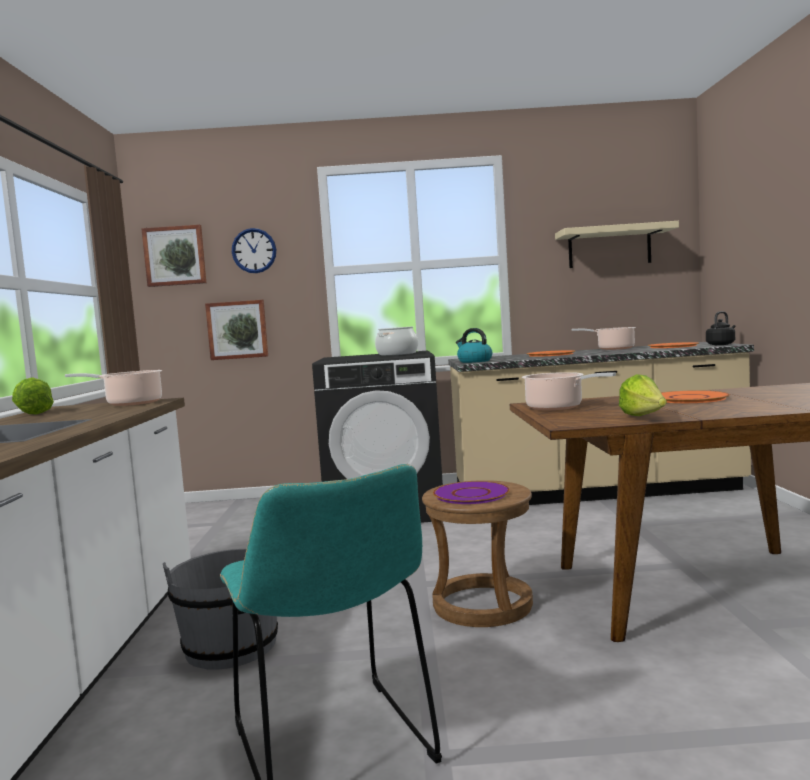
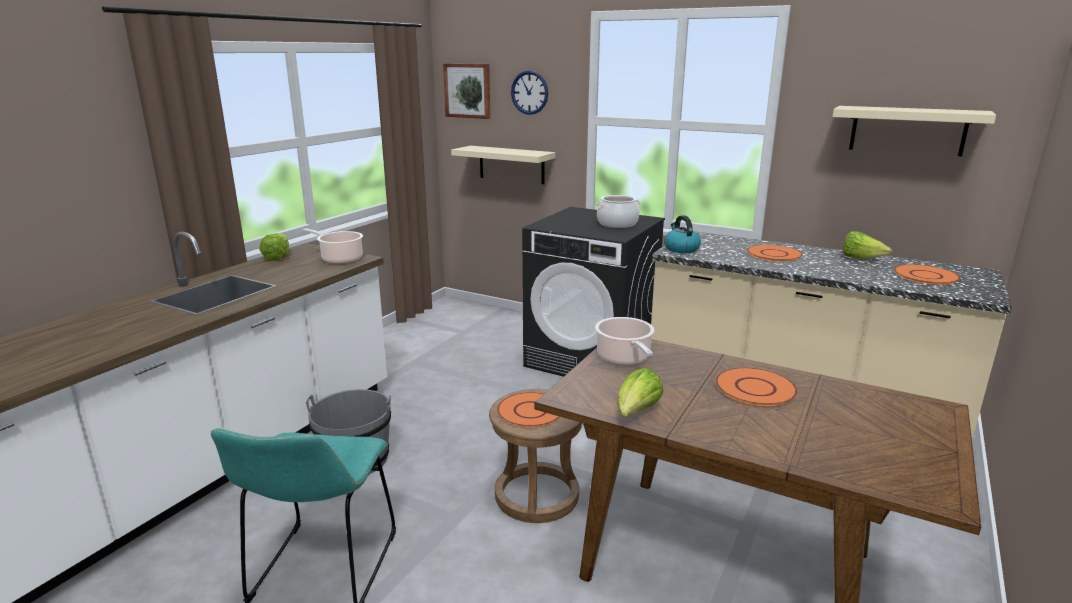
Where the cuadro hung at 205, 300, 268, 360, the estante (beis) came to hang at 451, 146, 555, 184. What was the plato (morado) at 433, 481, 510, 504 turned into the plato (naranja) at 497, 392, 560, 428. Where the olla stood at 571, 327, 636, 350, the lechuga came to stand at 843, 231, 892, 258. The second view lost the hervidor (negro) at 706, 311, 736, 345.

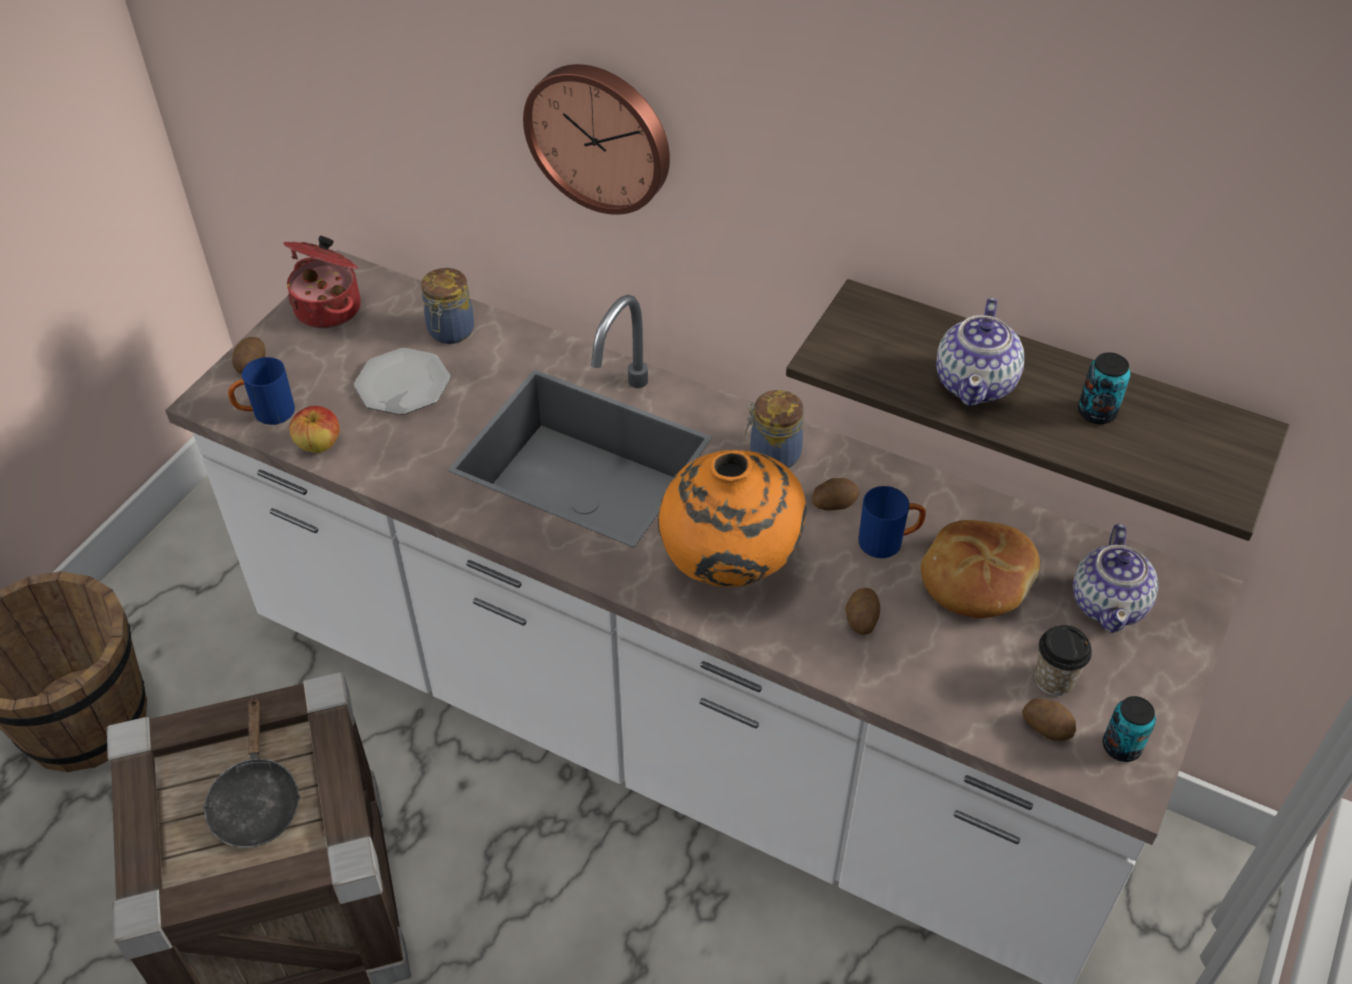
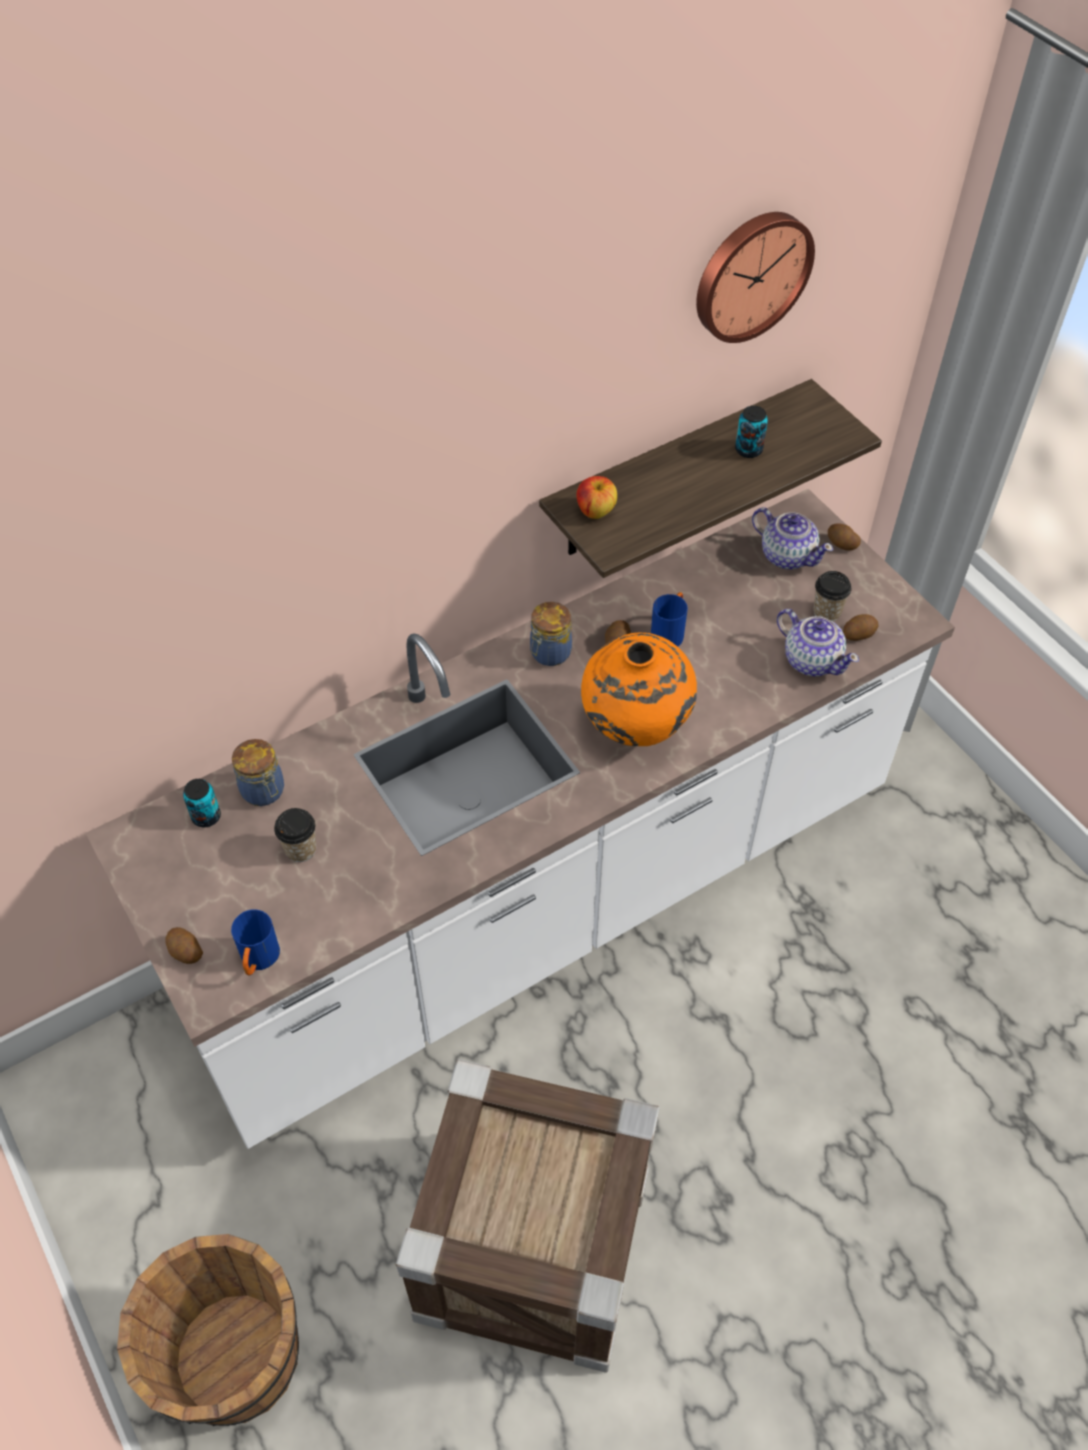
The second view lost the sartén (negro) at 202, 696, 301, 848. The second view lost the olla at 284, 236, 361, 329. The manzana ended up elsewhere, having gone from 290, 406, 340, 453 to 577, 476, 617, 519. Where the plato stood at 354, 348, 450, 415, the taza came to stand at 274, 808, 316, 862. The reloj de pared ended up elsewhere, having gone from 523, 64, 670, 215 to 696, 212, 815, 343. The patata ended up elsewhere, having gone from 845, 588, 880, 635 to 828, 523, 861, 551. The second view lost the pan at 921, 520, 1040, 618. The tetera ended up elsewhere, having gone from 936, 298, 1024, 406 to 777, 609, 859, 677. The lata ended up elsewhere, having gone from 1103, 696, 1156, 762 to 183, 779, 221, 828.

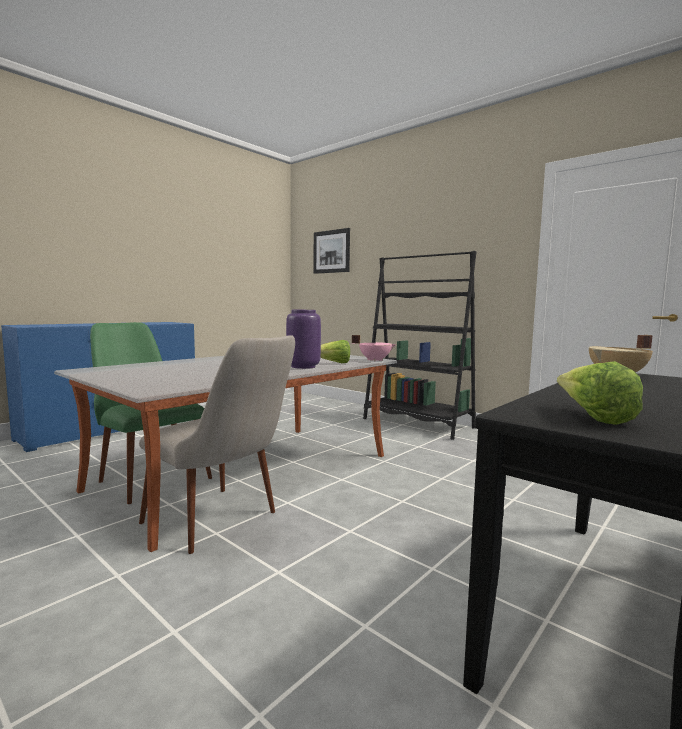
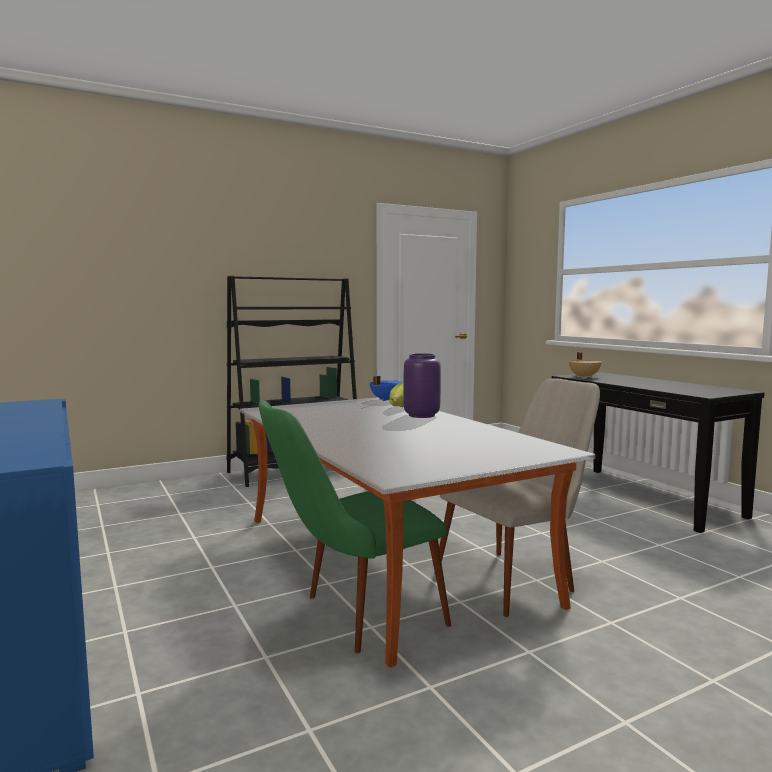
The second view lost the cuadro at 313, 228, 350, 274. What was the olla (rosa) at 352, 335, 397, 361 turned into the olla (azul) at 370, 376, 402, 401. The second view lost the lechuga at 557, 361, 643, 425.

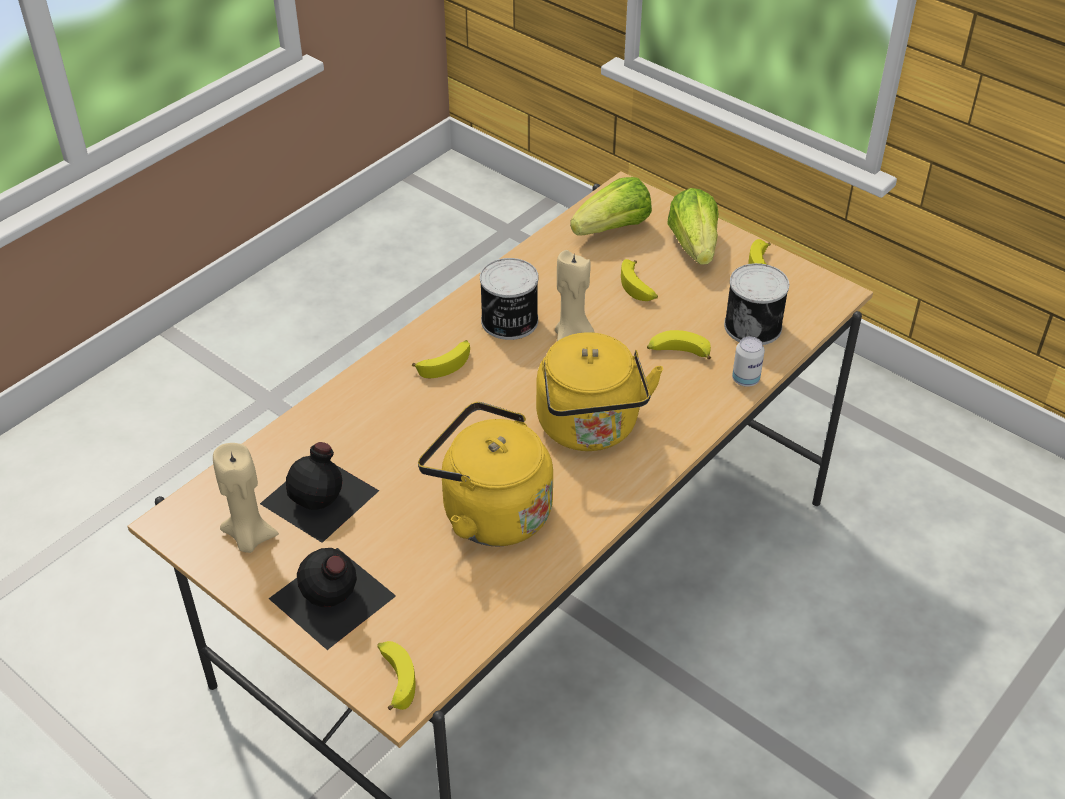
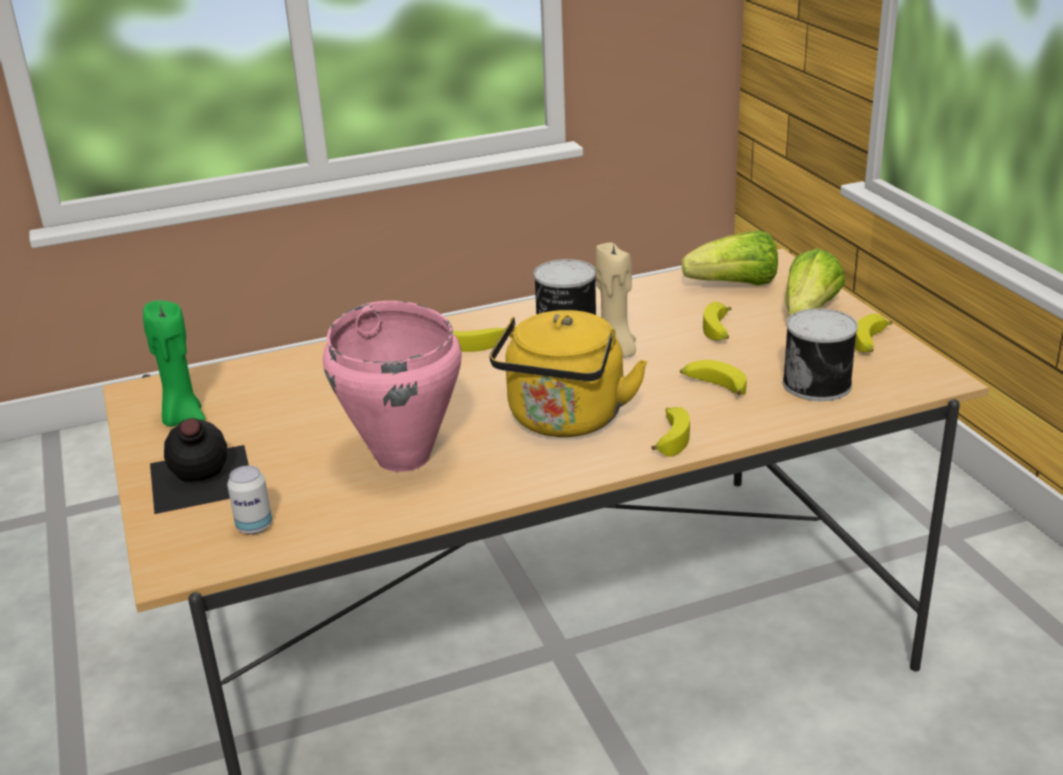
What was the vela (beis) at 213, 443, 279, 553 turned into the vela (verde) at 143, 301, 205, 427. The second view lost the botella (negro) at 260, 442, 379, 543. The plátano ended up elsewhere, having gone from 377, 641, 416, 711 to 651, 407, 690, 457. Where the hervidor (amarillo) stood at 418, 402, 553, 547, the olla (rosa) came to stand at 323, 301, 462, 472. The lata ended up elsewhere, having gone from 732, 336, 765, 387 to 227, 466, 272, 534.

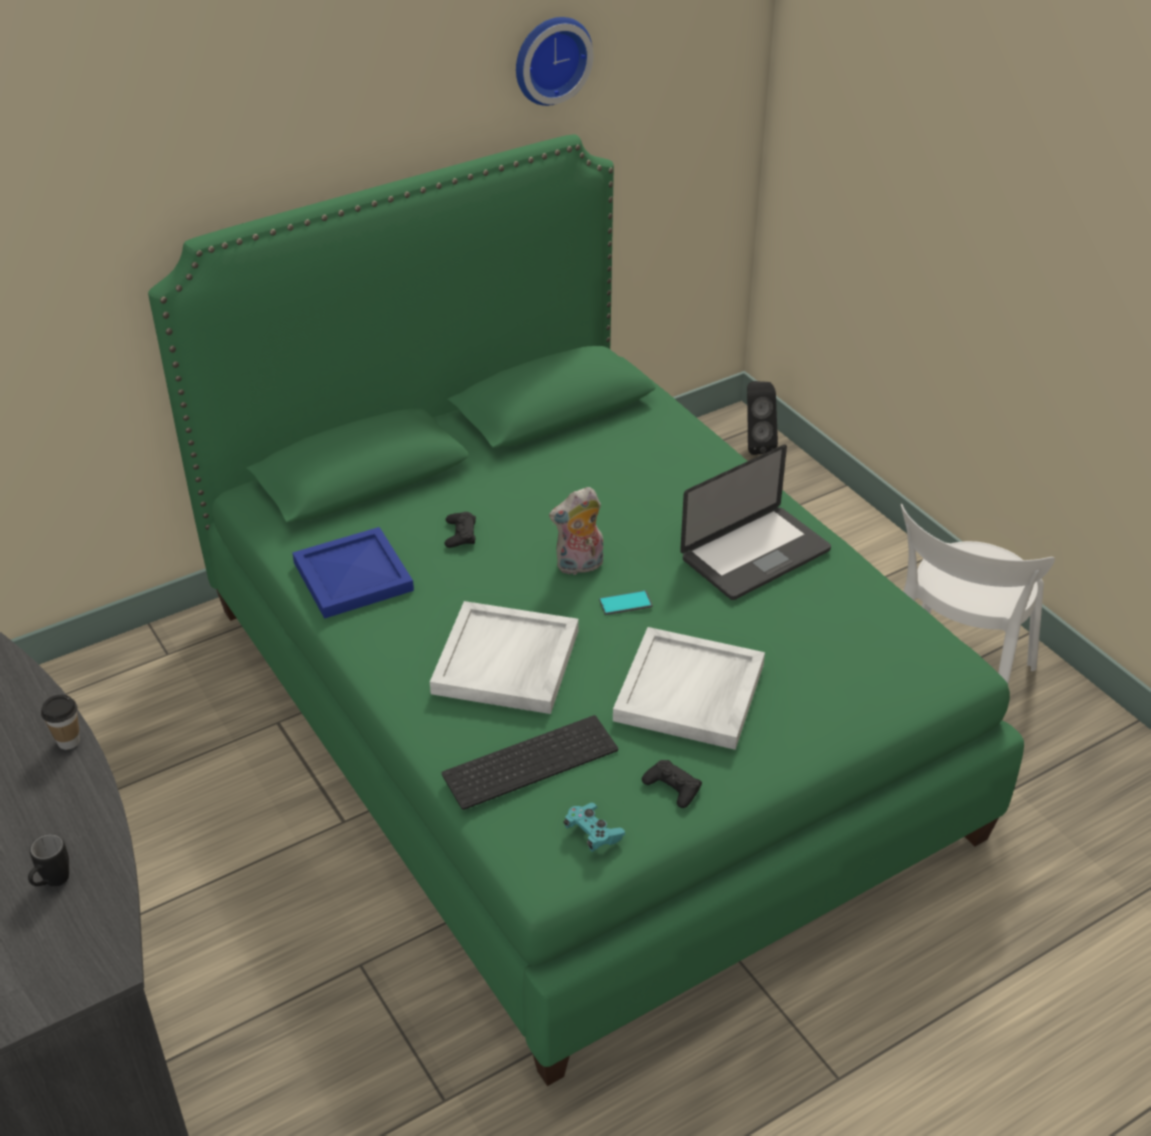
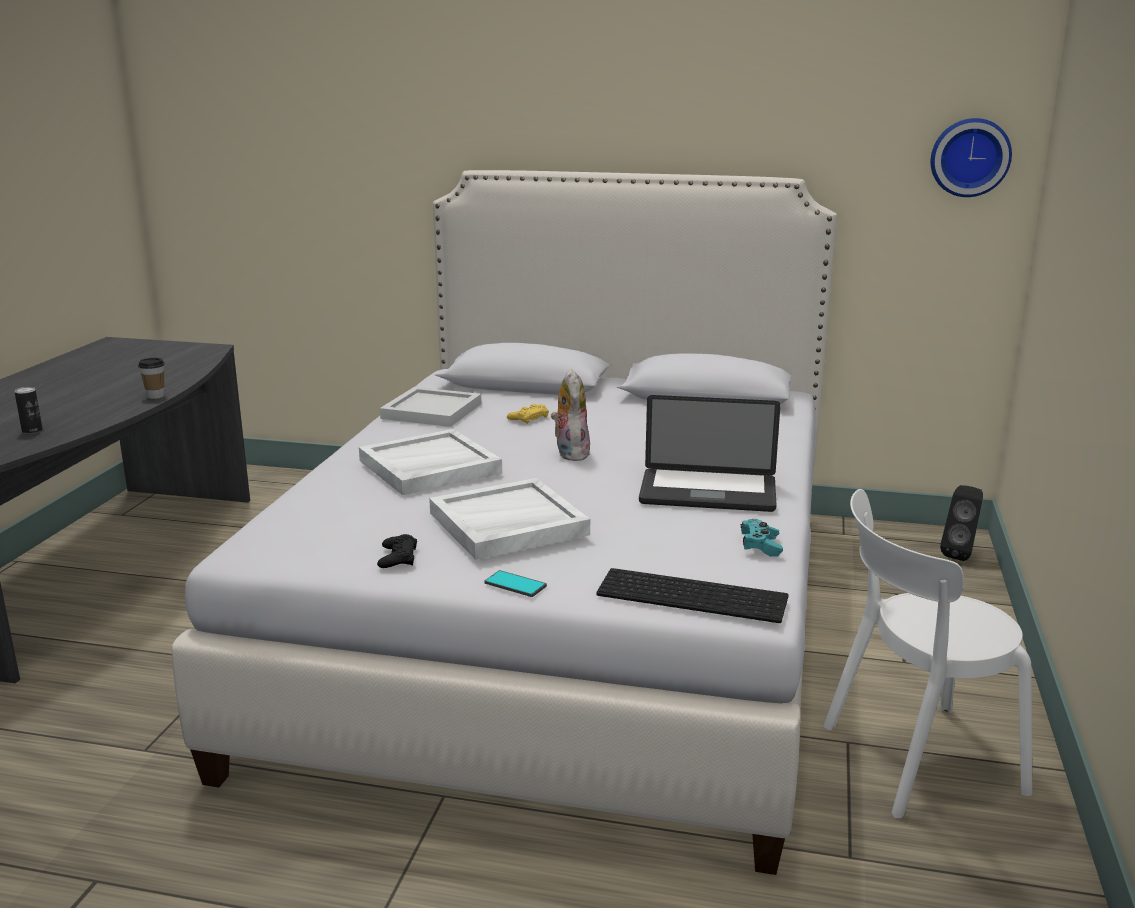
Where the taza grande (negro) stood at 28, 834, 69, 887, the lata came to stand at 15, 387, 43, 434. What was the cama (verde) at 148, 134, 1024, 1086 turned into the cama (blanco) at 172, 170, 837, 875. What was the bandeja (azul) at 292, 527, 414, 619 turned into the bandeja (blanco) at 380, 387, 481, 427. The teclado ended up elsewhere, having gone from 442, 715, 618, 810 to 596, 568, 788, 623. What was the mando de consola (negro) at 445, 512, 476, 548 turned into the mando de consola (amarillo) at 507, 404, 549, 424. The reloj de pared ended up elsewhere, having gone from 516, 17, 593, 106 to 931, 118, 1012, 197. The peluche at 549, 487, 603, 575 ended up facing another way, 60 degrees clockwise from before. The mando de consola (turquesa) ended up elsewhere, having gone from 564, 803, 625, 852 to 740, 519, 783, 557. The móvil ended up elsewhere, having gone from 599, 590, 652, 615 to 485, 570, 547, 597.

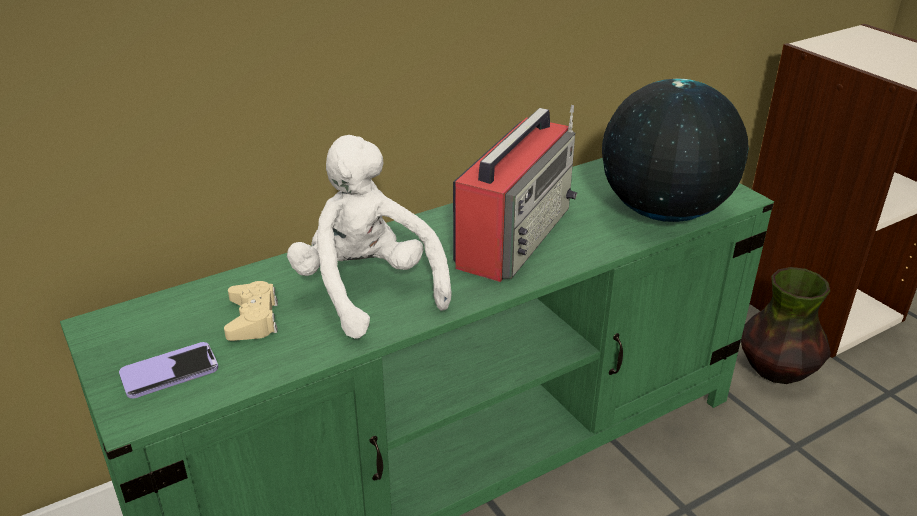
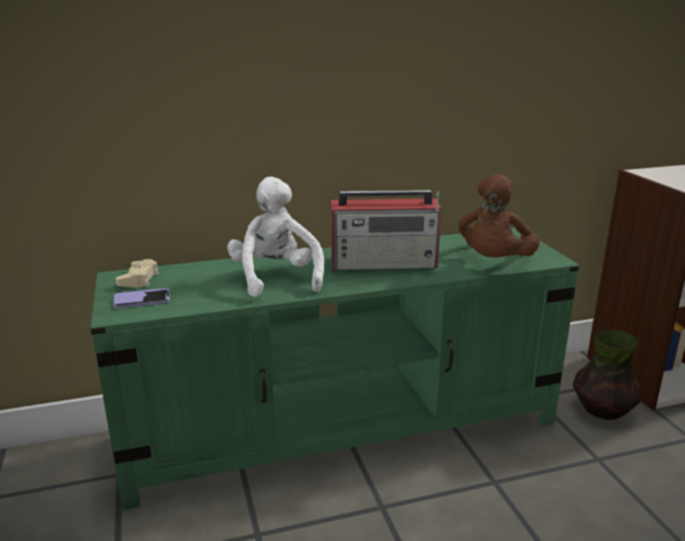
The mando de consola (beis) ended up elsewhere, having gone from 224, 281, 278, 341 to 116, 259, 159, 288. The radio at 453, 105, 577, 282 ended up facing another way, 45 degrees clockwise from before. Where the globo terráqueo stood at 602, 79, 749, 222, the peluche (marrón) came to stand at 458, 174, 540, 258.

